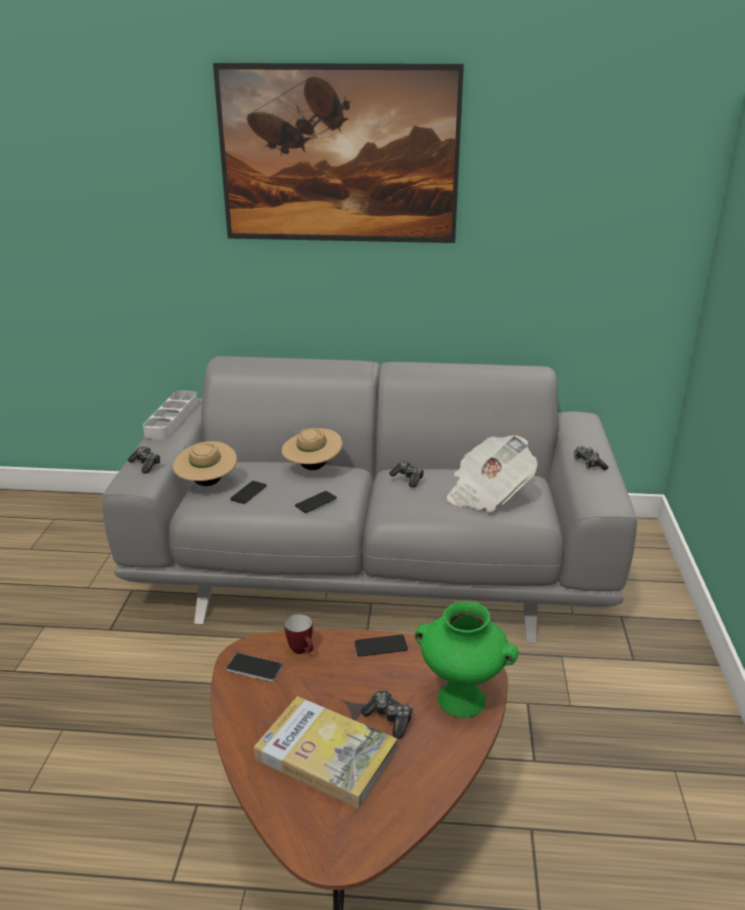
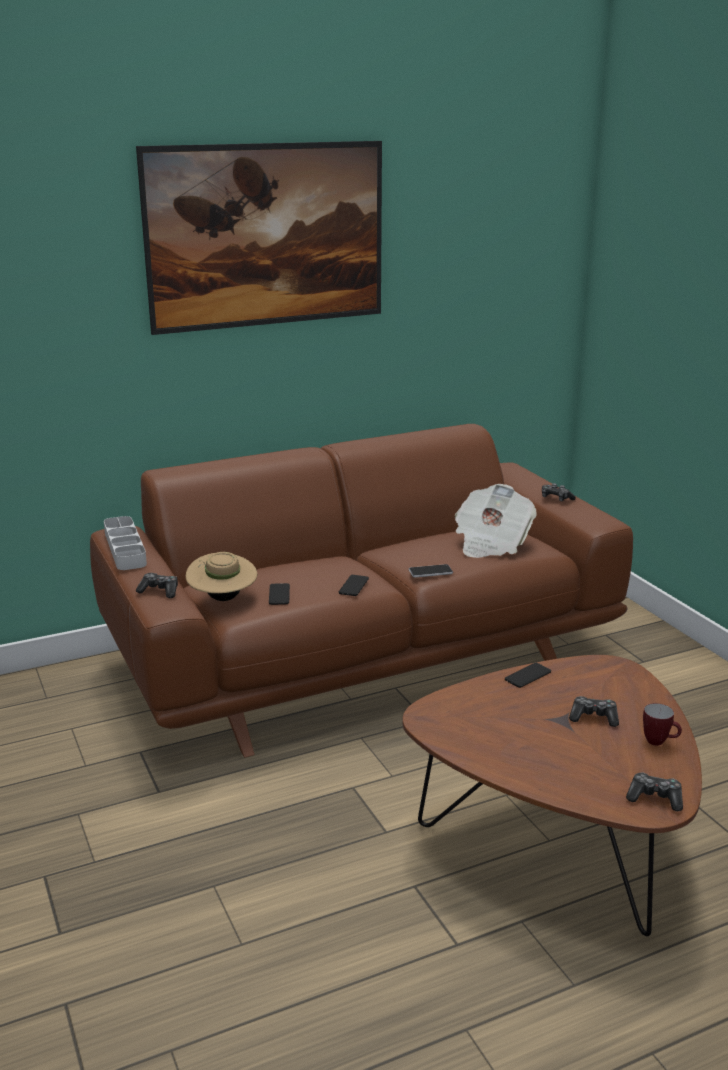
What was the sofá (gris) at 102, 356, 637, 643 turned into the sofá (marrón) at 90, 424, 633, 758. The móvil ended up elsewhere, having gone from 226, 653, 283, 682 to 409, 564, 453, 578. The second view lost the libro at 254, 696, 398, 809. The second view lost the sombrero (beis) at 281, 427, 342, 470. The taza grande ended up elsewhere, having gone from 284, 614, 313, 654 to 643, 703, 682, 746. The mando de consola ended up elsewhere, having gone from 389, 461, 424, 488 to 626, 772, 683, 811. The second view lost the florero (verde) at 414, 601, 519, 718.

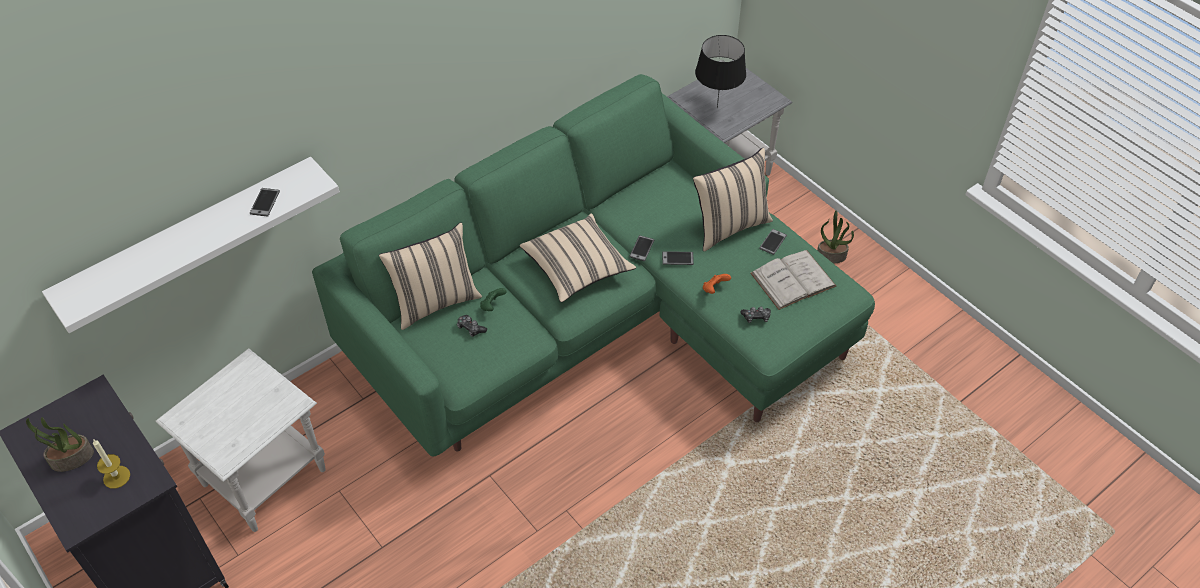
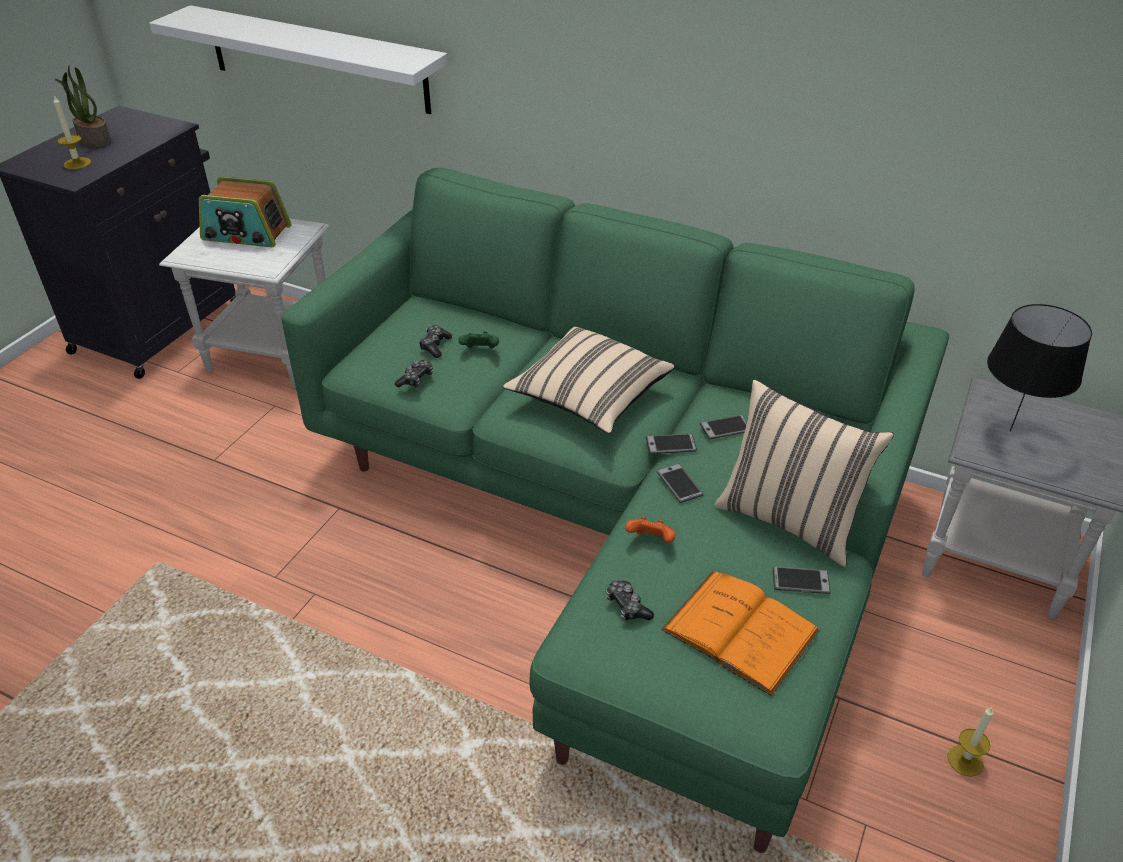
The móvil ended up elsewhere, having gone from 250, 188, 280, 217 to 700, 415, 747, 439. The second view lost the cojín (beis) at 379, 222, 482, 330. What was the libro (blanco) at 750, 250, 836, 310 turned into the libro (naranja) at 661, 571, 820, 696. Where the planta en maceta stood at 817, 210, 854, 264, the vela came to stand at 948, 707, 993, 777. The second view gained the radio at 199, 176, 292, 247. The second view gained the mando de consola at 395, 360, 433, 388.

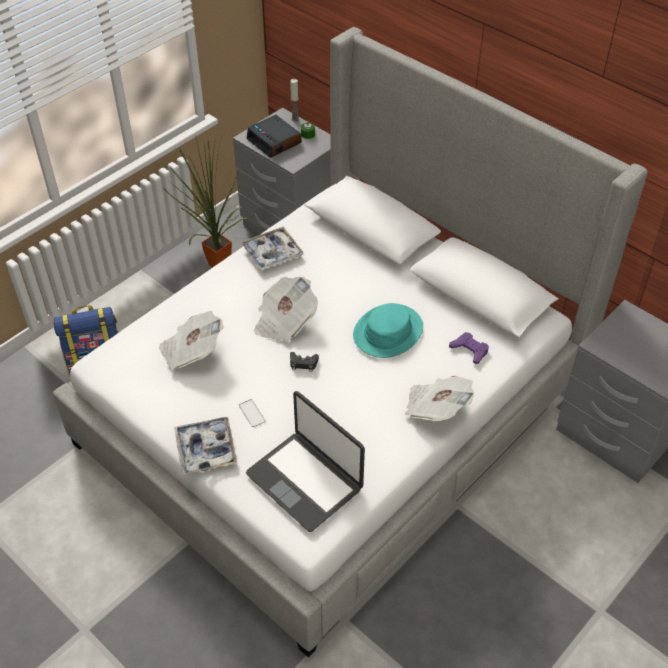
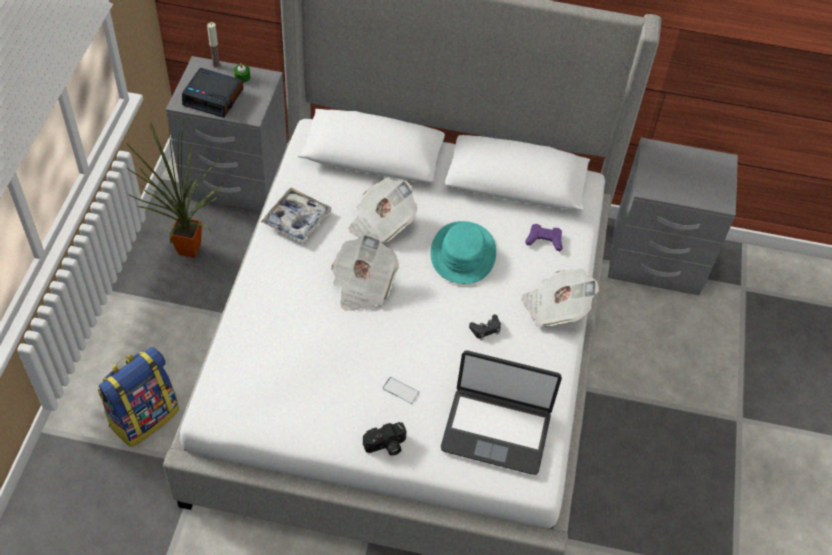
The periódico ended up elsewhere, having gone from 159, 311, 223, 370 to 349, 178, 417, 243. Where the bandeja stood at 174, 417, 237, 474, the cámara came to stand at 363, 422, 406, 456. The mando de consola (negro) ended up elsewhere, having gone from 290, 352, 319, 372 to 469, 314, 501, 340.

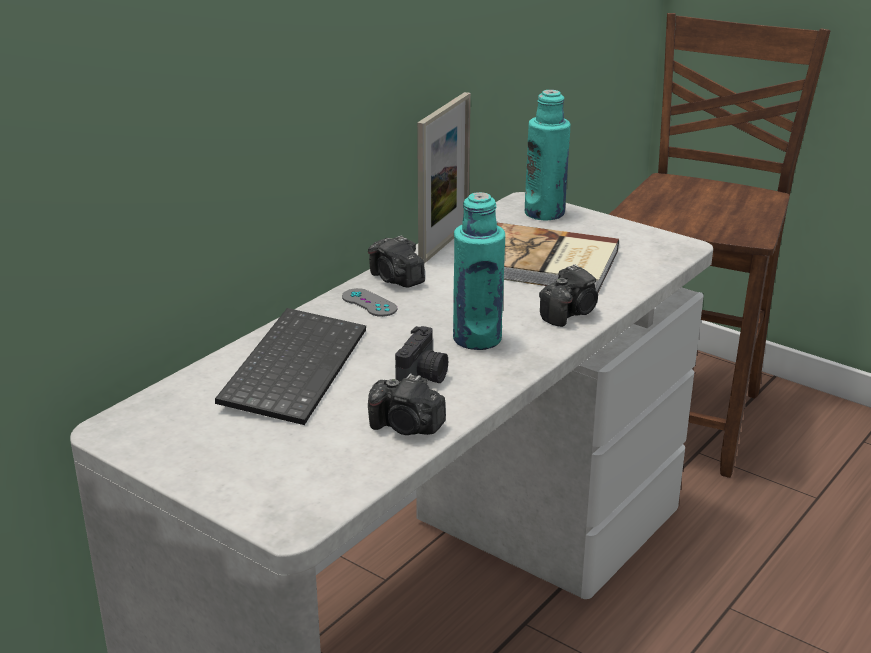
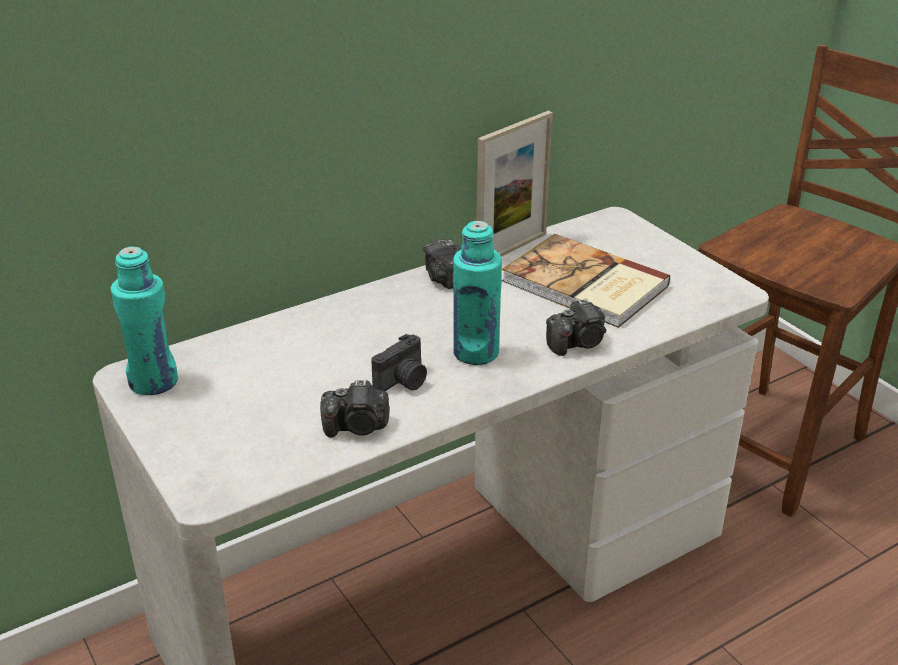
The second view lost the teclado at 215, 308, 366, 425. The second view lost the mando de consola (gris) at 342, 288, 397, 317. The cámara at 368, 373, 446, 435 ended up facing another way, 45 degrees counterclockwise from before. The botella (turquesa) ended up elsewhere, having gone from 525, 90, 570, 221 to 111, 246, 178, 395.

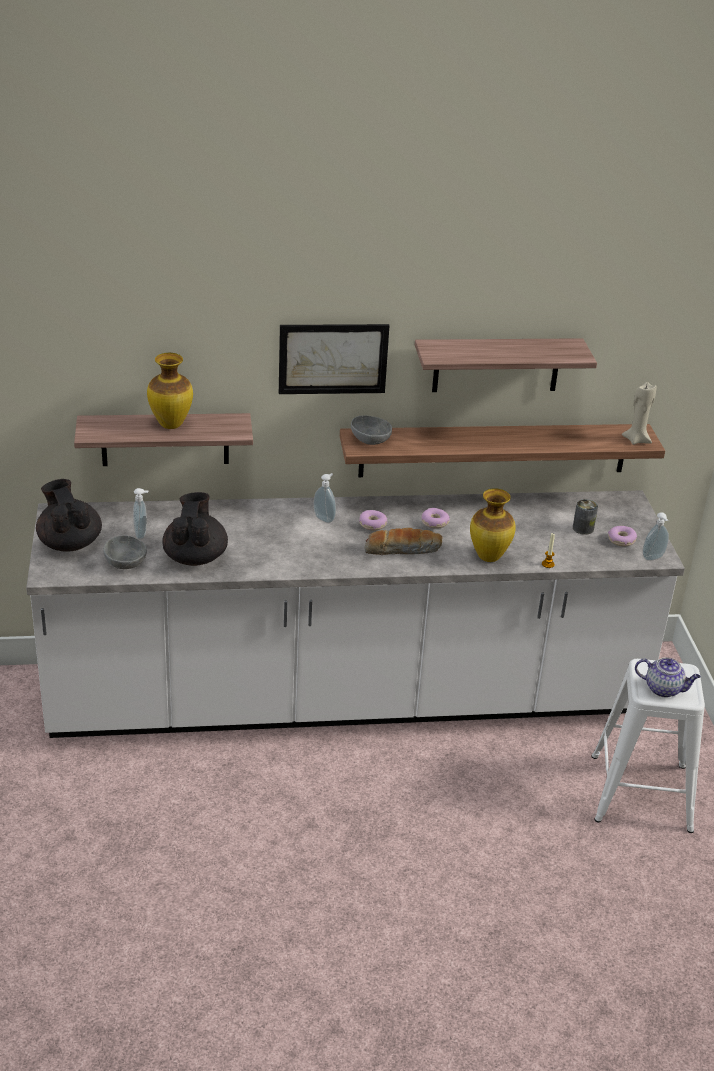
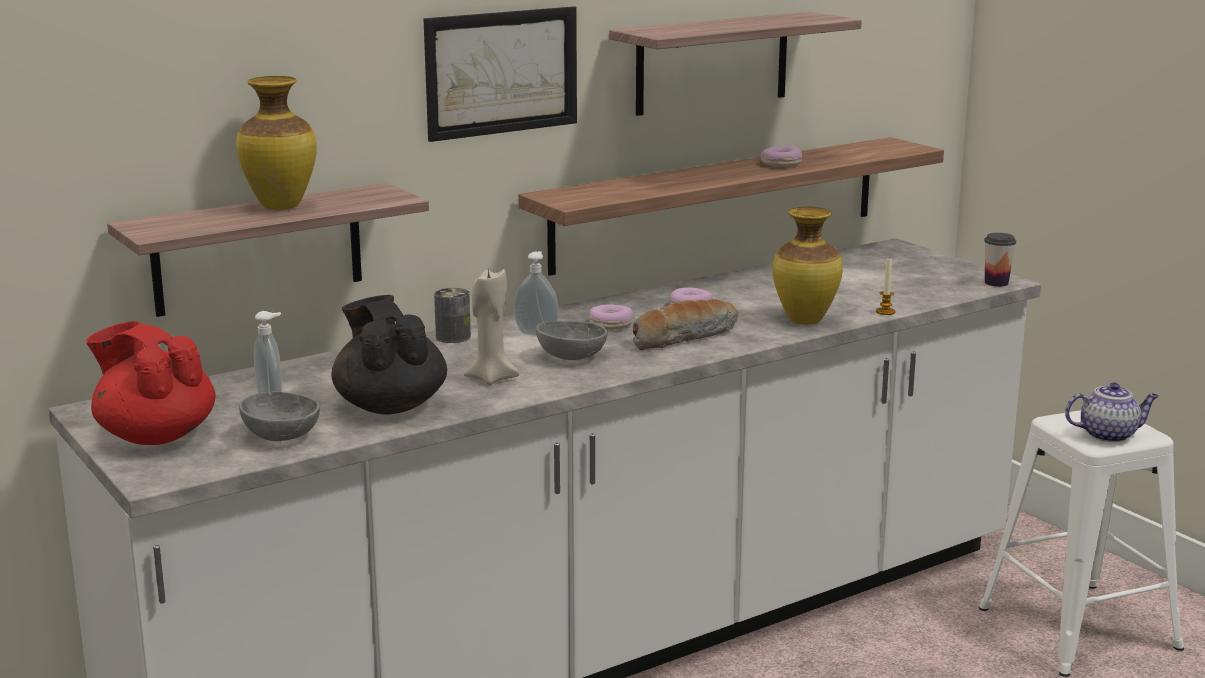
What was the tetera (negro) at 36, 479, 102, 552 turned into the tetera (rojo) at 86, 321, 216, 445. The cuenco (gris) ended up elsewhere, having gone from 351, 415, 392, 445 to 536, 321, 607, 360. The lata ended up elsewhere, having gone from 573, 499, 598, 535 to 434, 288, 471, 343. The rosquilla ended up elsewhere, having gone from 608, 526, 637, 546 to 760, 145, 802, 167. The vela (beis) ended up elsewhere, having gone from 622, 382, 657, 445 to 464, 267, 519, 385. Where the dispensador de jabón stood at 643, 512, 669, 561, the taza came to stand at 984, 233, 1016, 287.

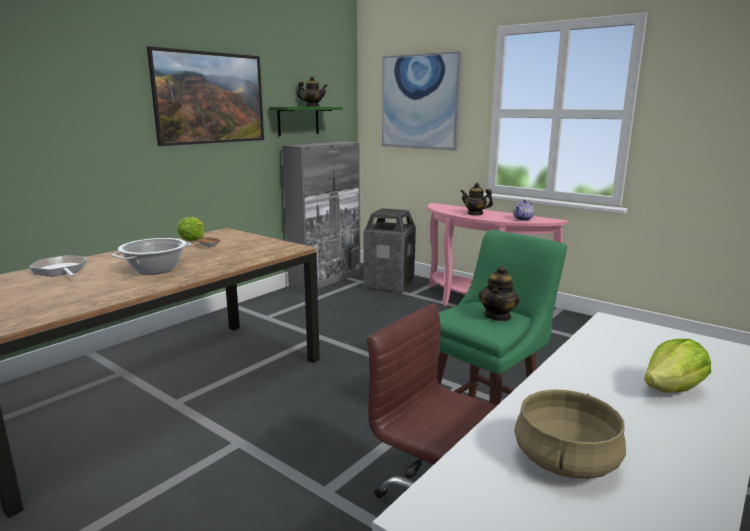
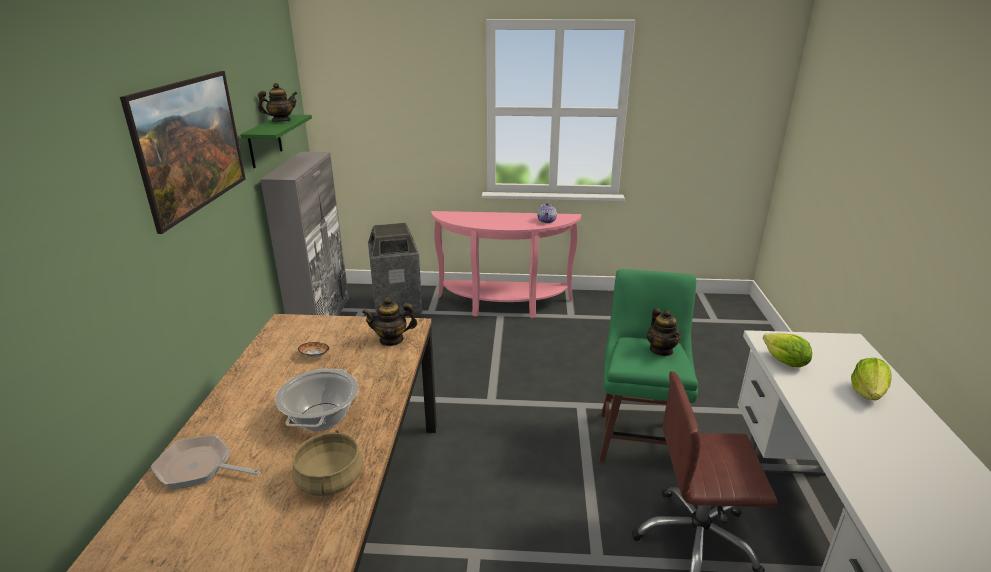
The lechuga ended up elsewhere, having gone from 177, 217, 205, 241 to 763, 333, 812, 367. The second view lost the cuadro at 382, 51, 462, 150. The tetera ended up elsewhere, having gone from 460, 183, 493, 216 to 362, 297, 417, 346. The olla (beis) ended up elsewhere, having gone from 514, 389, 626, 479 to 292, 430, 363, 496.

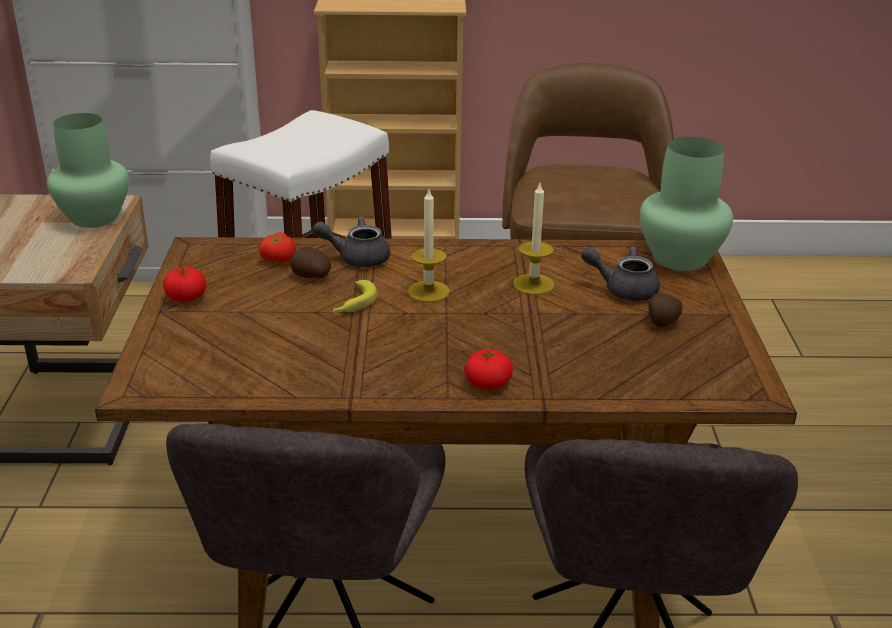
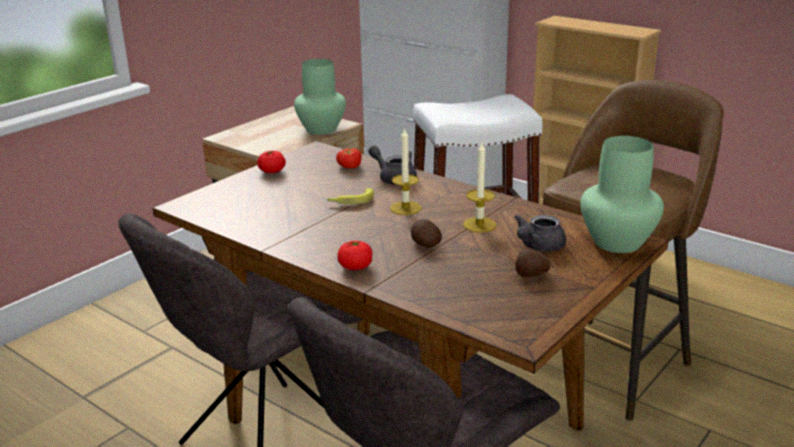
The patata ended up elsewhere, having gone from 290, 247, 331, 278 to 411, 219, 442, 248. The tetera (gris) at 581, 247, 660, 301 ended up facing another way, 105 degrees counterclockwise from before.

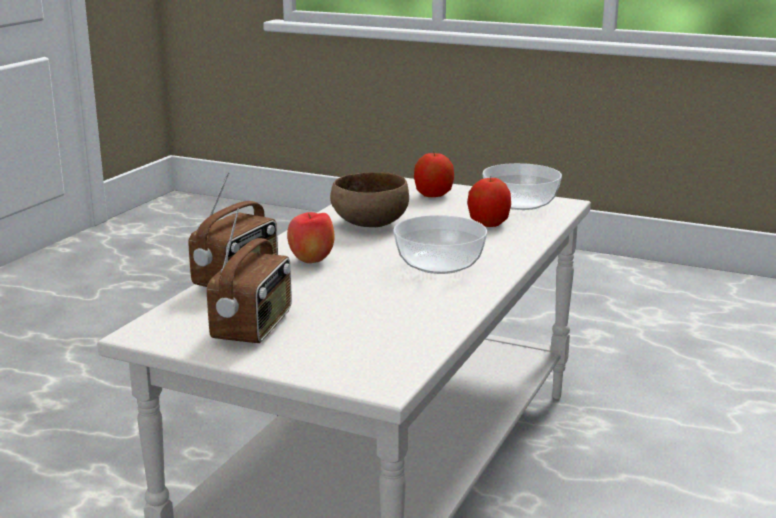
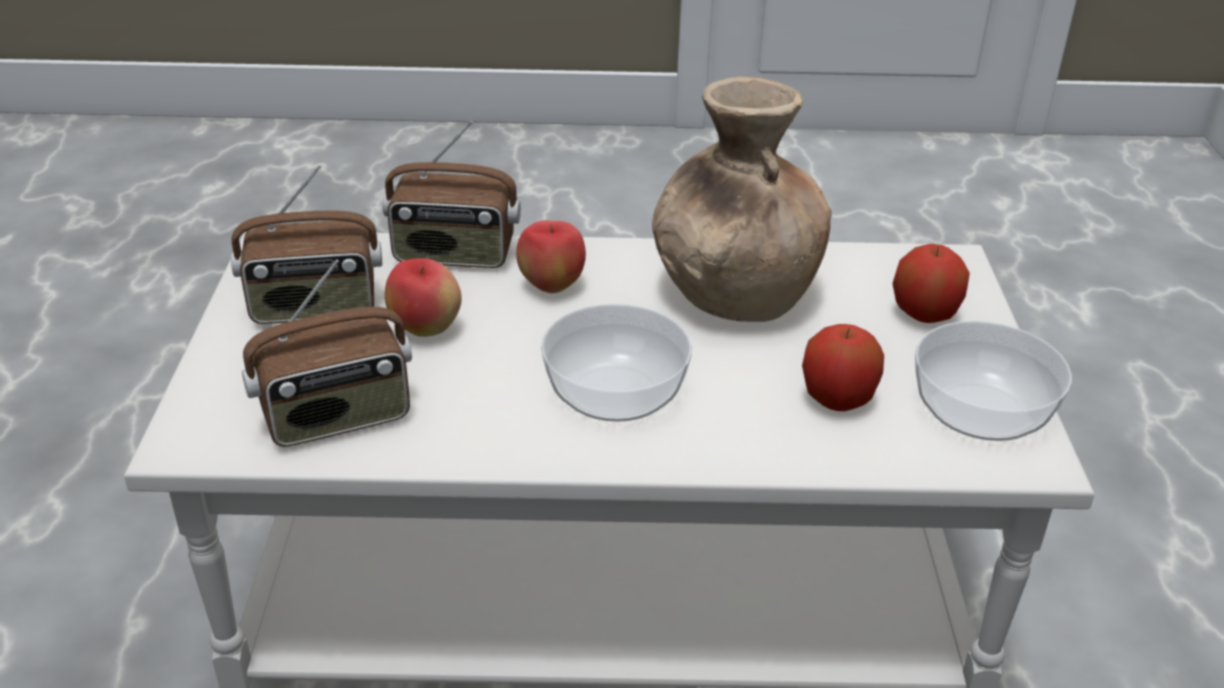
Where the cuenco (marrón) stood at 330, 172, 409, 227, the florero (marrón) came to stand at 652, 76, 832, 322. The second view gained the radio at 242, 259, 412, 447. The second view gained the manzana at 385, 258, 462, 337.

